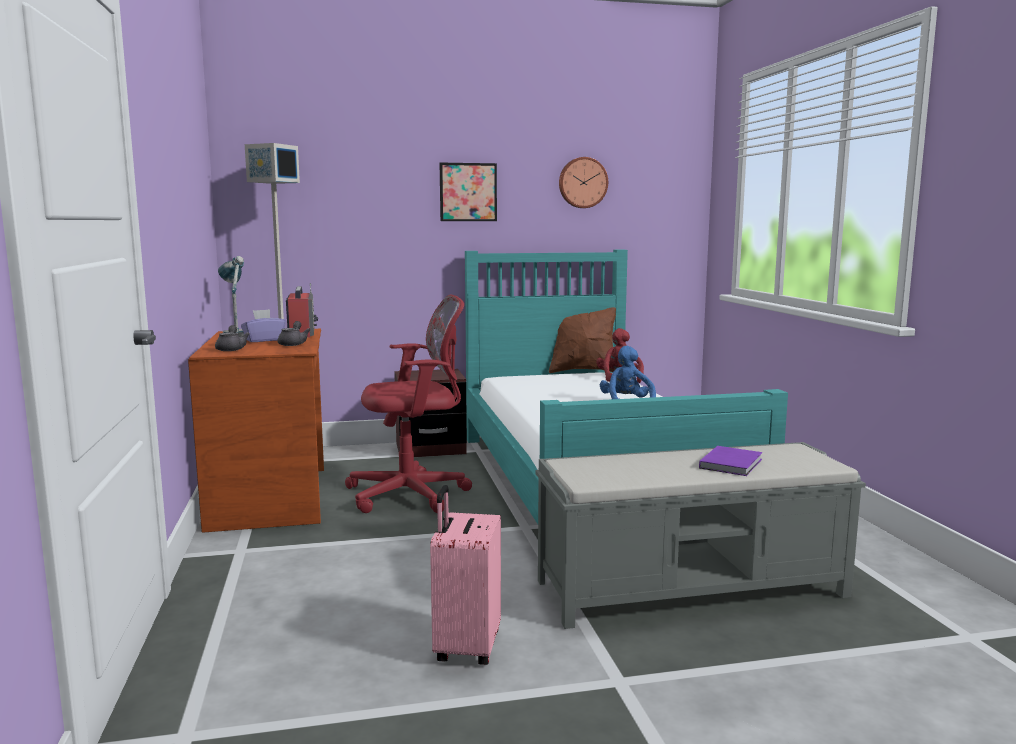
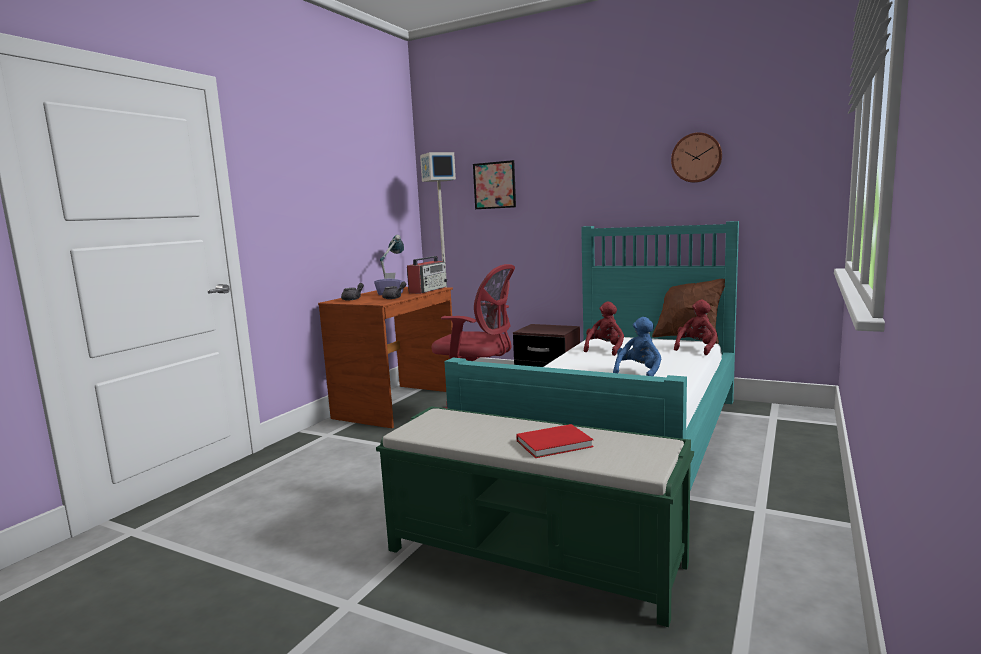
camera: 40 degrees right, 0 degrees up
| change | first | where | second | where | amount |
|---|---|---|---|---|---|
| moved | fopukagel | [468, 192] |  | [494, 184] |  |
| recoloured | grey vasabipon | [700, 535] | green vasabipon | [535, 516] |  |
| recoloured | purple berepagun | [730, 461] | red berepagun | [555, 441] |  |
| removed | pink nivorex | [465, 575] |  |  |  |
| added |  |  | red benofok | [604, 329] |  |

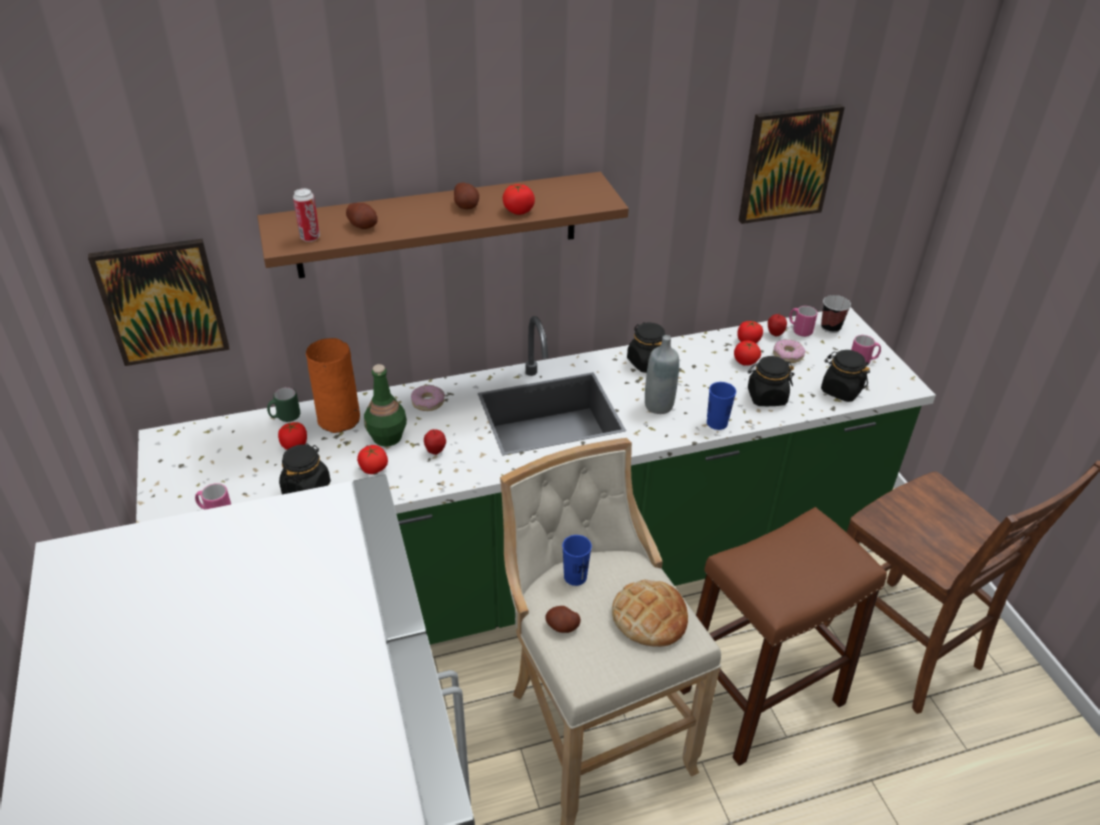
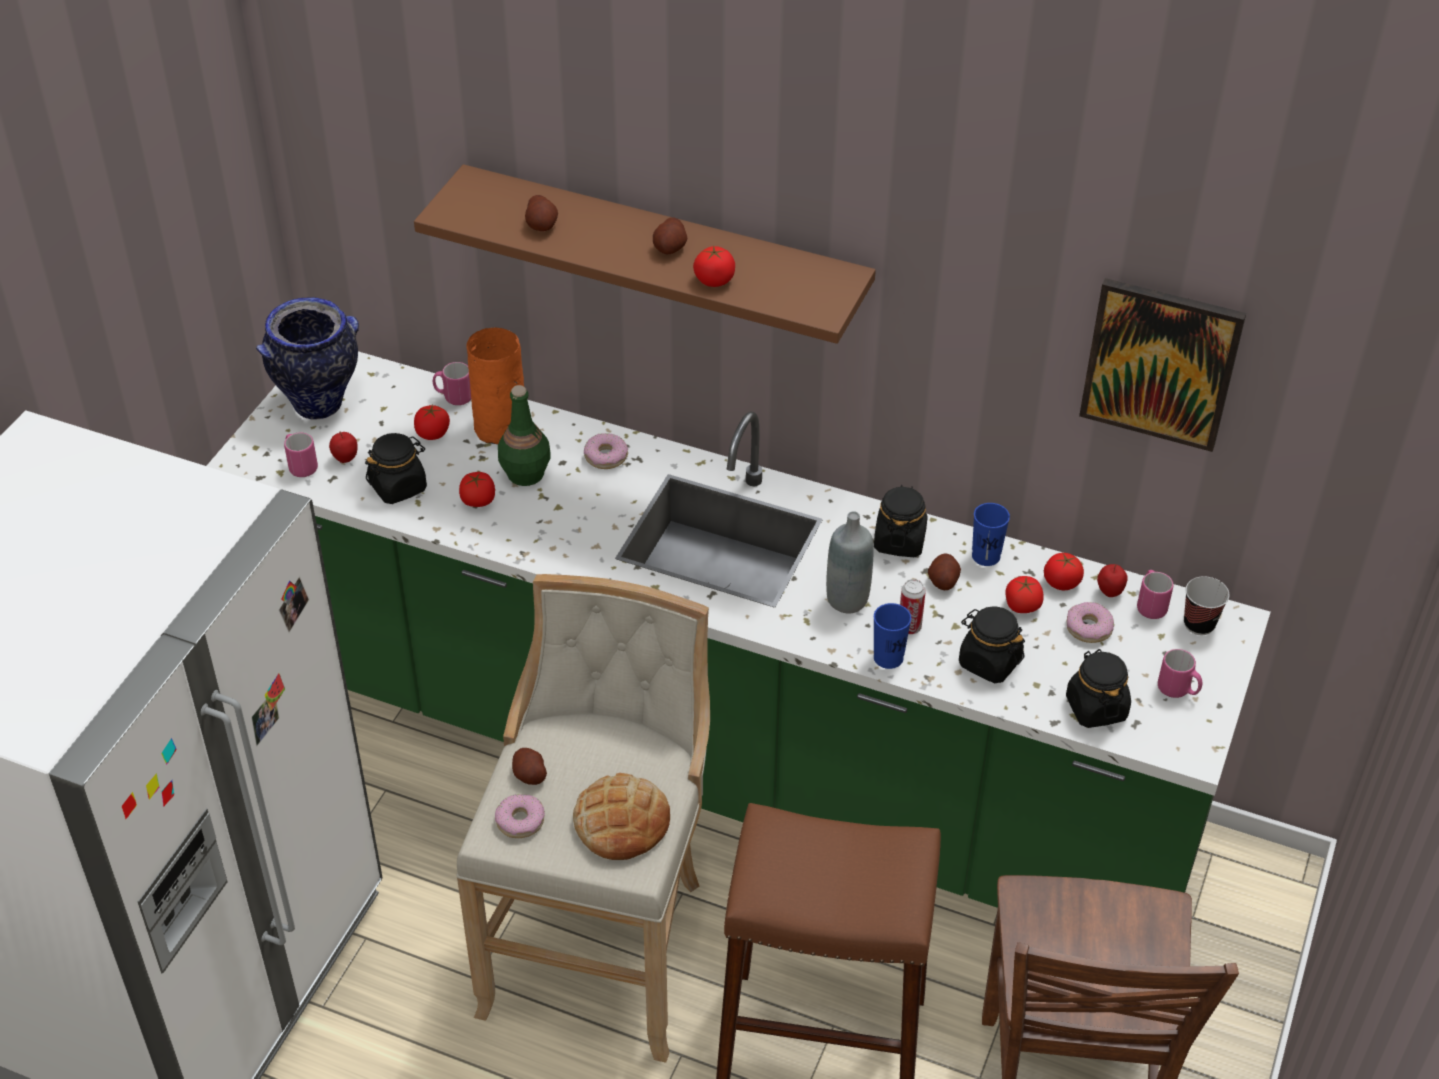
camera: 40 degrees right, 5 degrees up
| change | first | where | second | where | amount |
|---|---|---|---|---|---|
| moved | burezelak | [306, 215] |  | [913, 606] |  |
| removed | fopukagel | [158, 302] |  |  |  |
| recoloured | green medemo | [283, 404] | pink medemo | [452, 383] |  |
| moved | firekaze | [435, 442] |  | [343, 447] |  |
| moved | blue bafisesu | [577, 560] |  | [991, 534] |  |
| added |  |  | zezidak | [307, 358] |  |
| added |  |  | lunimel | [944, 571] |  |
| added |  |  | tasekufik | [520, 816] |  |

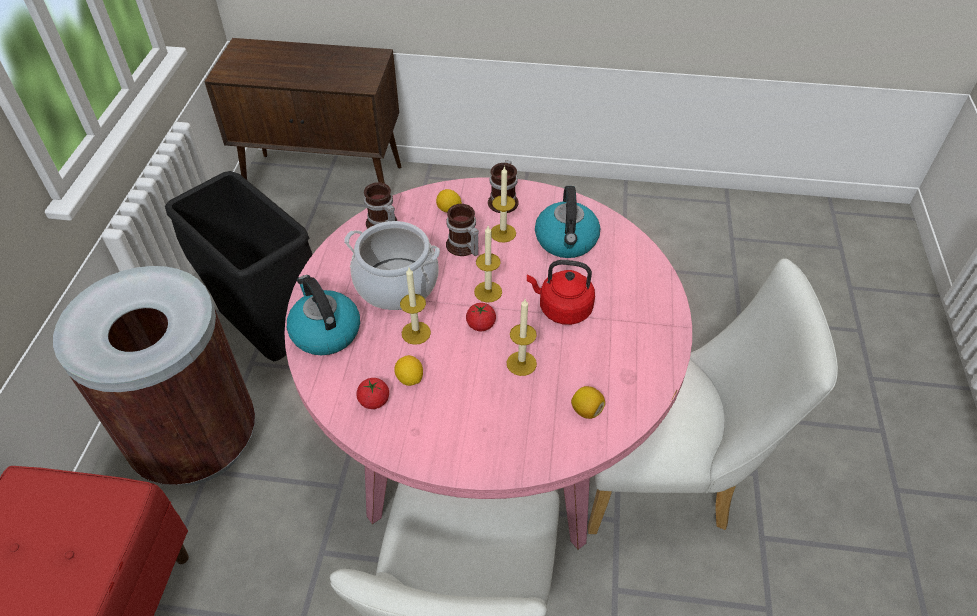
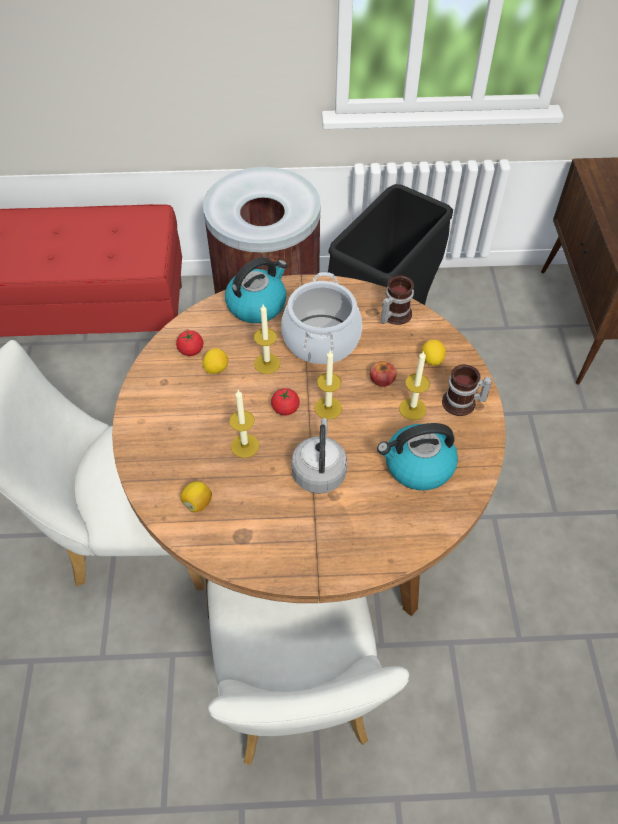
camera: 80 degrees right, 5 degrees up
| change | first | where | second | where | amount |
|---|---|---|---|---|---|
| recoloured | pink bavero | [488, 363] | brown bavero | [309, 446] |  |
| replaced | medemo | [462, 230] | firekaze | [383, 374] |  |
| recoloured | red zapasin | [561, 292] | grey zapasin | [319, 456] |  |

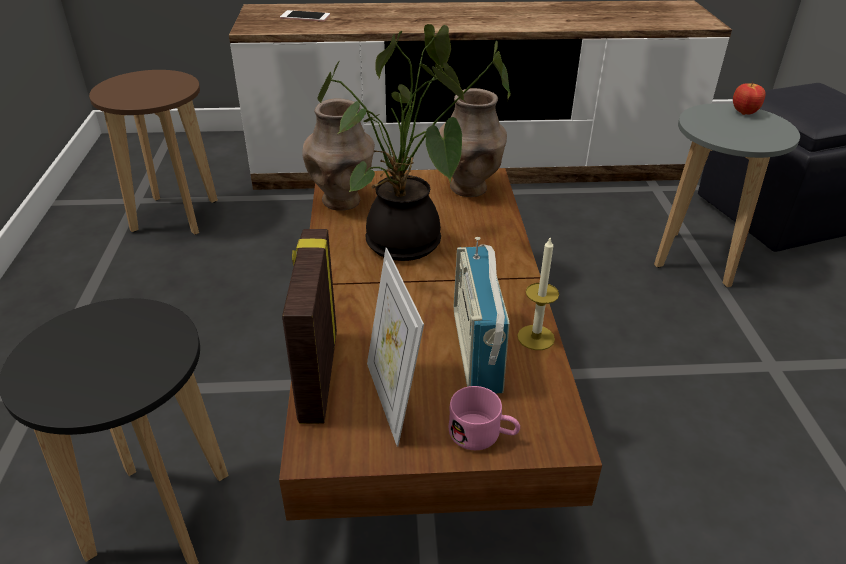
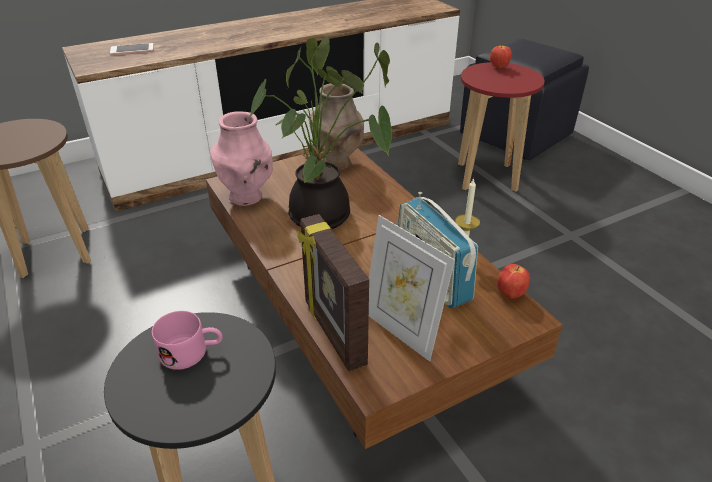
camera: 25 degrees left, 0 degrees up
| change | first | where | second | where | amount |
|---|---|---|---|---|---|
| recoloured | brown zezidak | [338, 154] | pink zezidak | [241, 158] |  |
| recoloured | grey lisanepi | [727, 195] | red lisanepi | [501, 127] |  |
| moved | pink medemo | [484, 418] |  | [187, 340] |  |
| added |  |  | firekaze | [513, 281] |  |

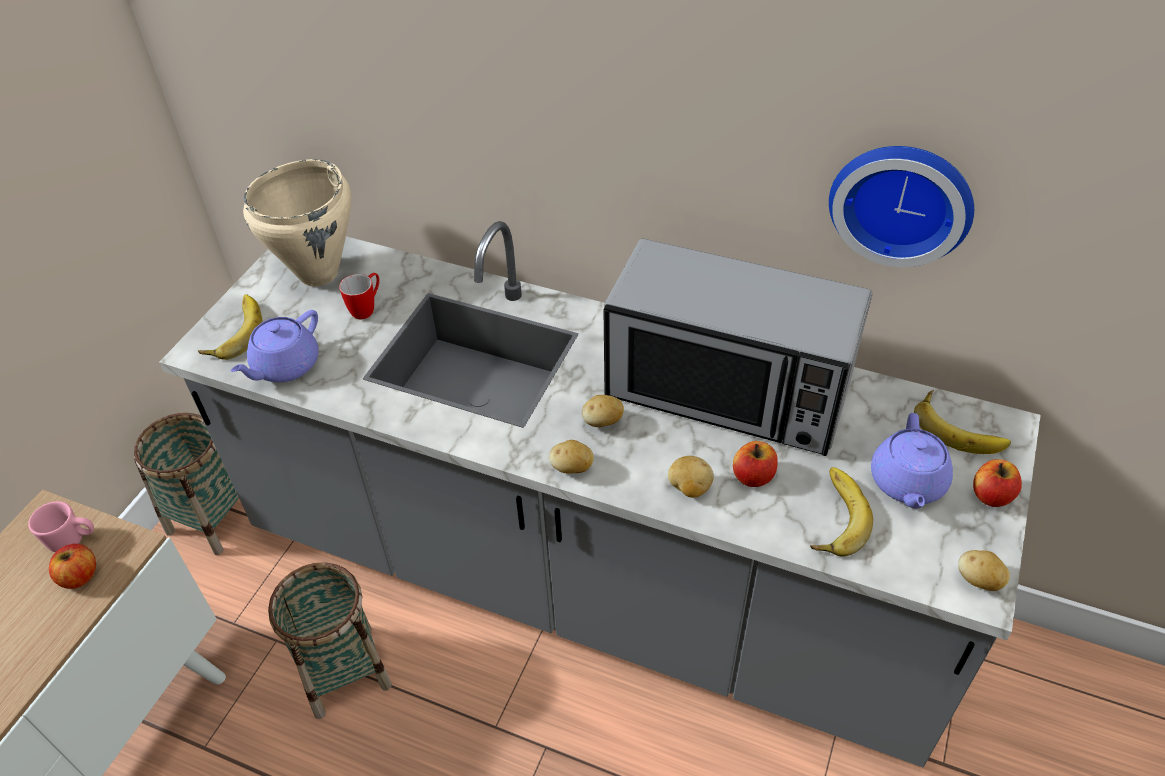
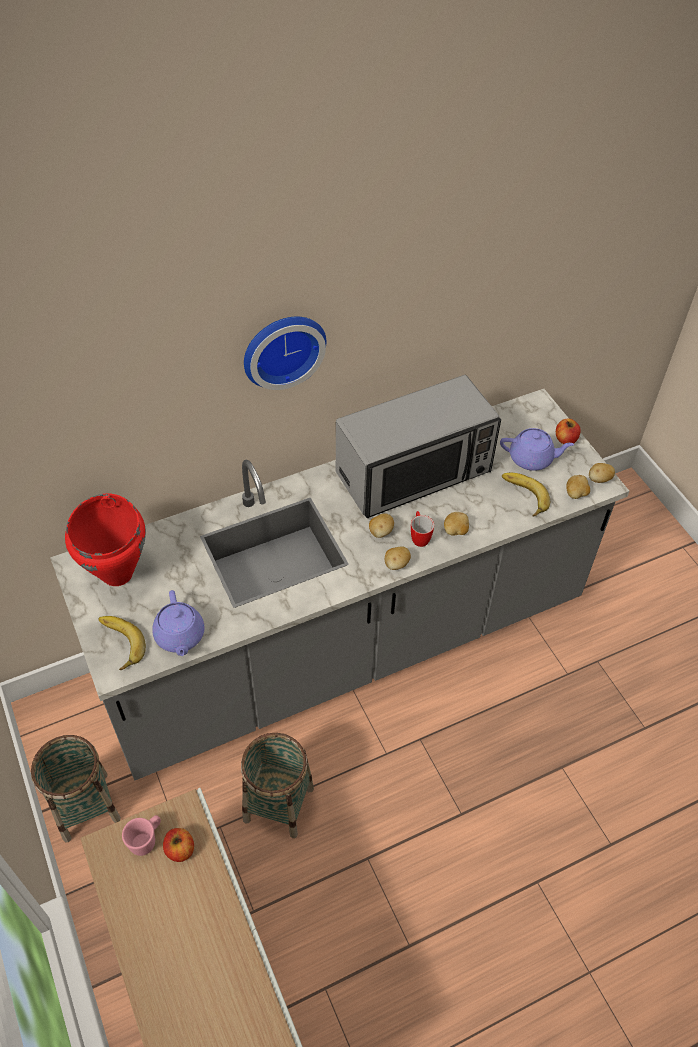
camera: 50 degrees left, 5 degrees up
| change | first | where | second | where | amount |
|---|---|---|---|---|---|
| moved | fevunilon | [901, 206] |  | [285, 353] |  |
| recoloured | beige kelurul | [297, 222] | red kelurul | [105, 539] |  |
| moved | medemo | [359, 296] |  | [422, 529] |  |
| removed | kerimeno | [962, 422] |  |  |  |
| turned | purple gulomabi | [912, 461] |  | [537, 449] | 45 degrees counterclockwise |
| removed | firekaze | [755, 464] |  |  |  |
| added |  |  | lunimel | [578, 487] |  |

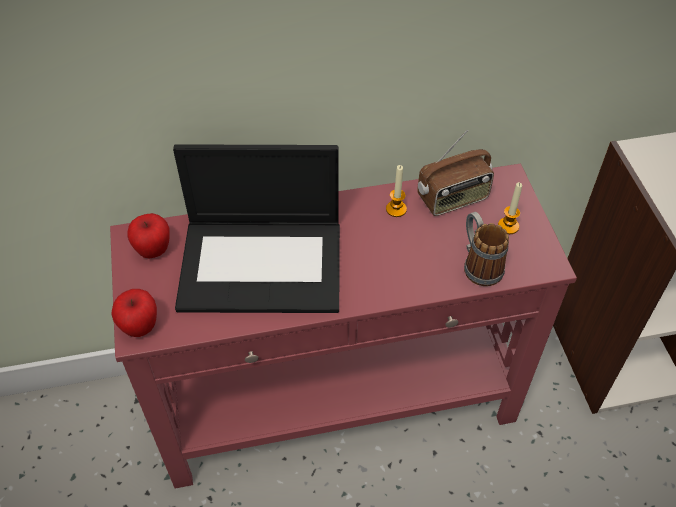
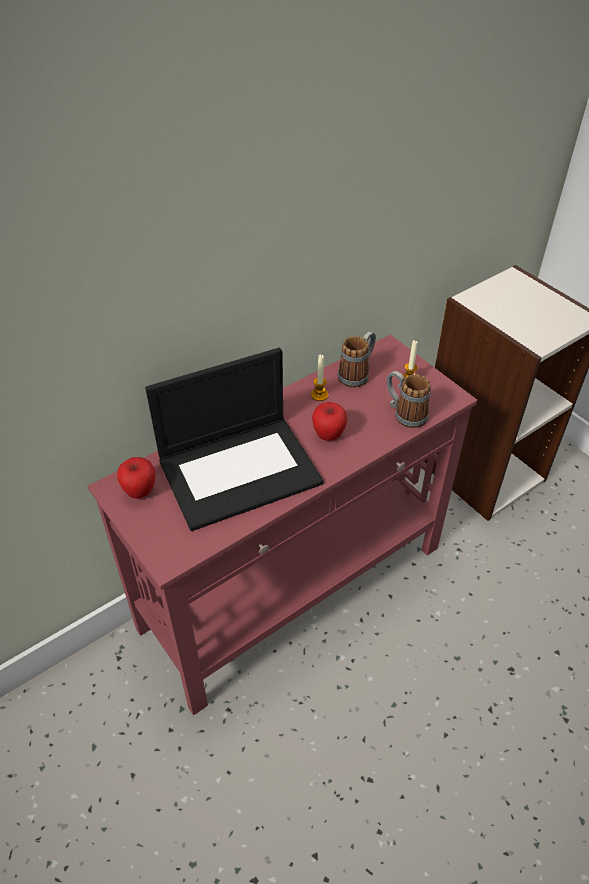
camera: 25 degrees left, 5 degrees down
| change | first | where | second | where | amount |
|---|---|---|---|---|---|
| replaced | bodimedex | [455, 173] | medemo | [357, 359] |  |
| moved | firekaze | [134, 313] |  | [329, 421] |  |

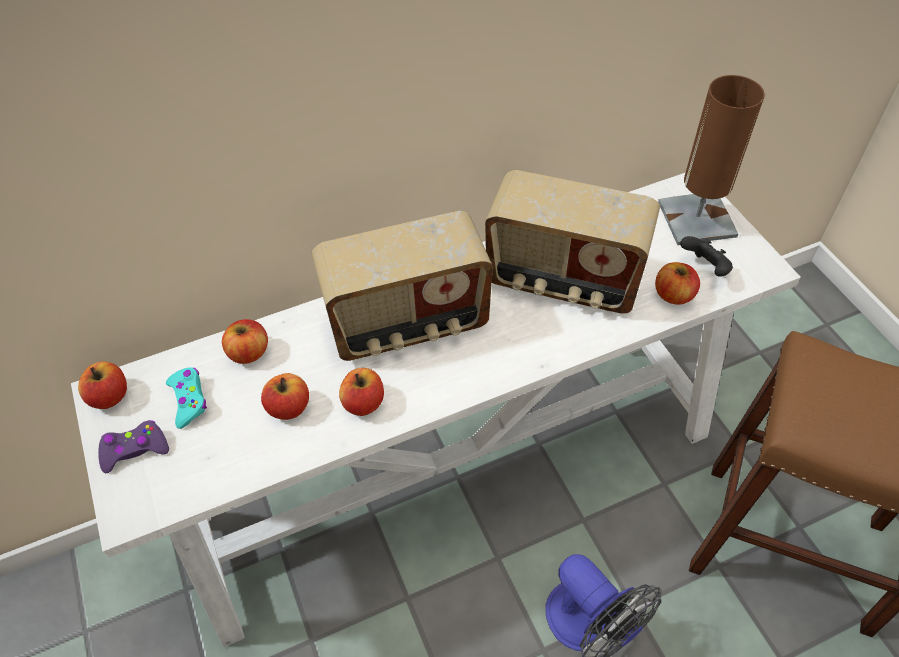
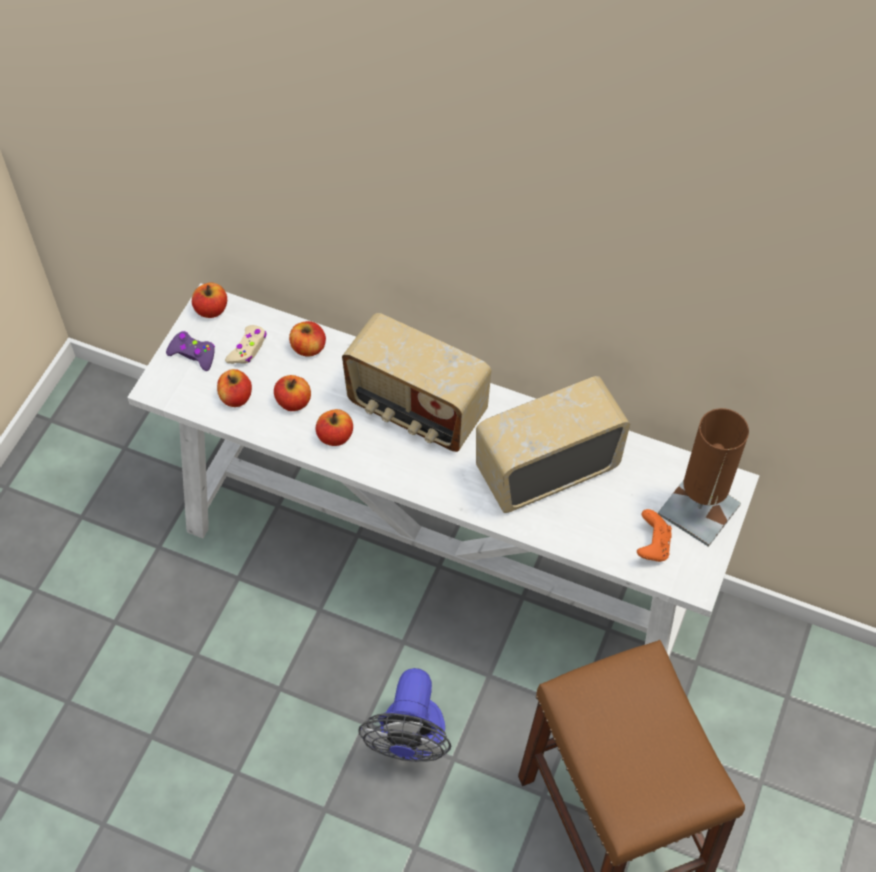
camera: 45 degrees right, 5 degrees up
| change | first | where | second | where | amount |
|---|---|---|---|---|---|
| turned | bodimedex | [572, 242] |  | [553, 444] | 90 degrees clockwise |
| recoloured | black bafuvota | [706, 256] | orange bafuvota | [654, 535] |  |
| moved | firekaze | [677, 283] |  | [234, 388] |  |
| recoloured | turquoise bafuvota | [186, 398] | beige bafuvota | [246, 344] |  |

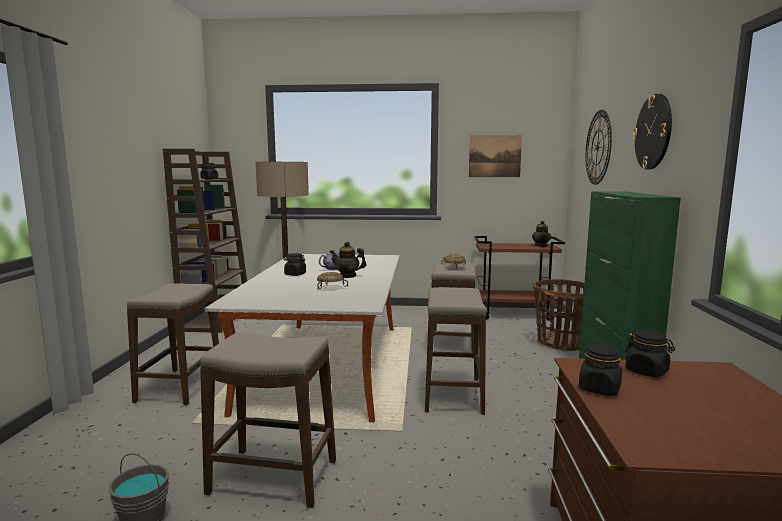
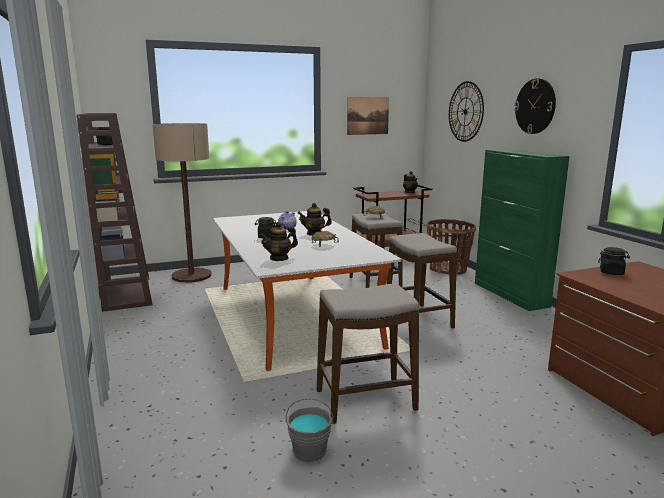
camera: 25 degrees left, 5 degrees up
| change | first | where | second | where | amount |
|---|---|---|---|---|---|
| removed | lisanepi | [173, 344] |  |  |  |
| removed | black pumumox | [600, 369] |  |  |  |
| added |  |  | gulomabi | [278, 241] |  |

